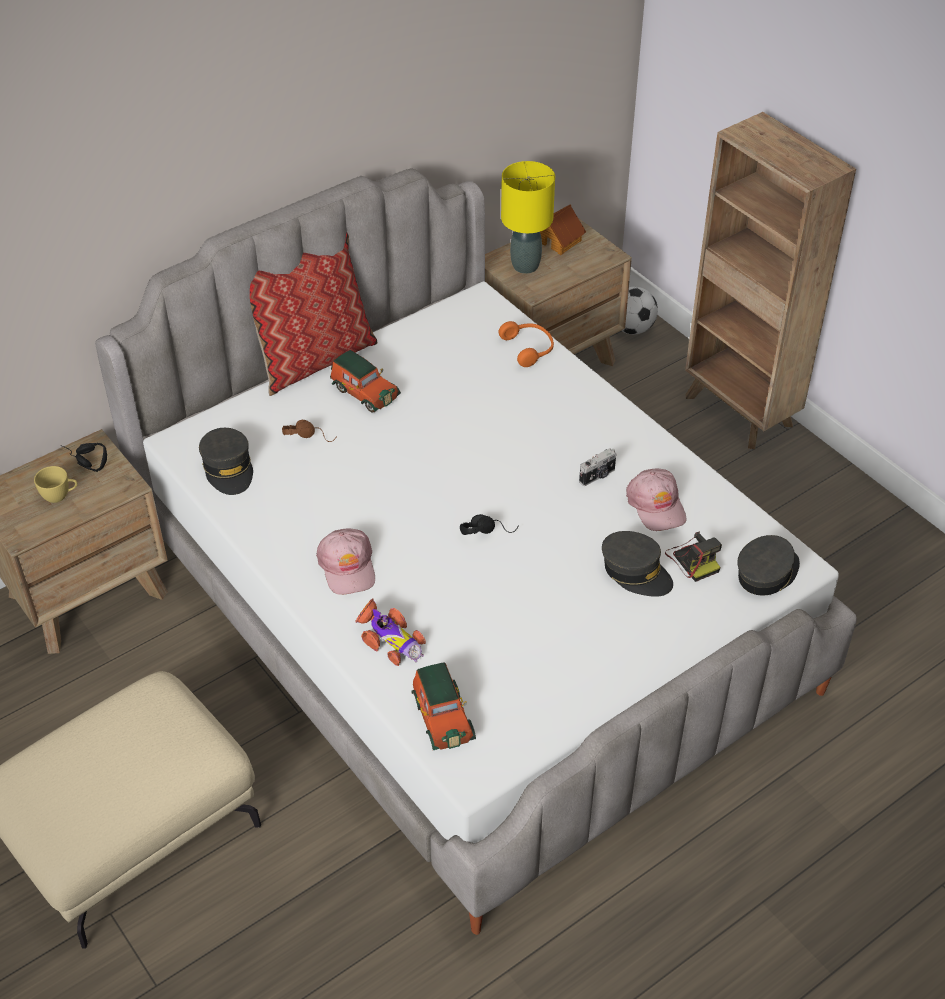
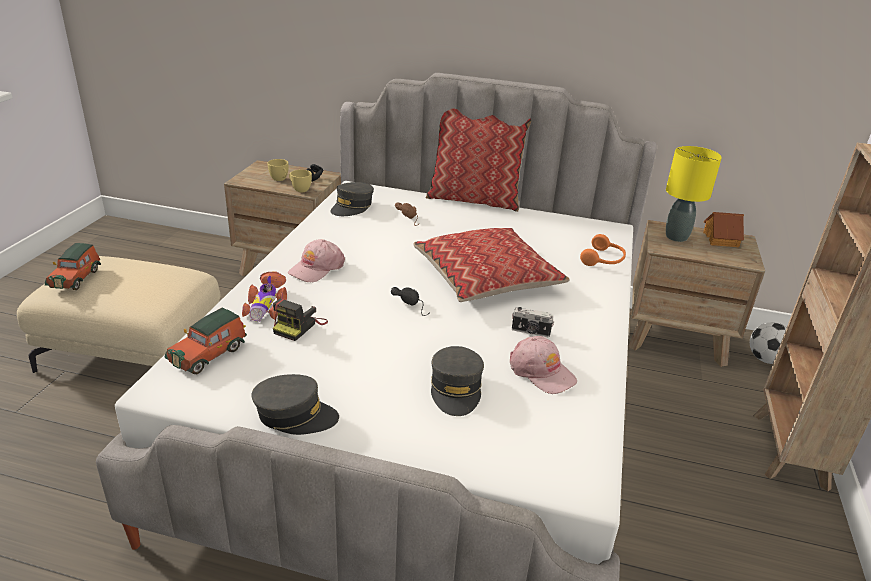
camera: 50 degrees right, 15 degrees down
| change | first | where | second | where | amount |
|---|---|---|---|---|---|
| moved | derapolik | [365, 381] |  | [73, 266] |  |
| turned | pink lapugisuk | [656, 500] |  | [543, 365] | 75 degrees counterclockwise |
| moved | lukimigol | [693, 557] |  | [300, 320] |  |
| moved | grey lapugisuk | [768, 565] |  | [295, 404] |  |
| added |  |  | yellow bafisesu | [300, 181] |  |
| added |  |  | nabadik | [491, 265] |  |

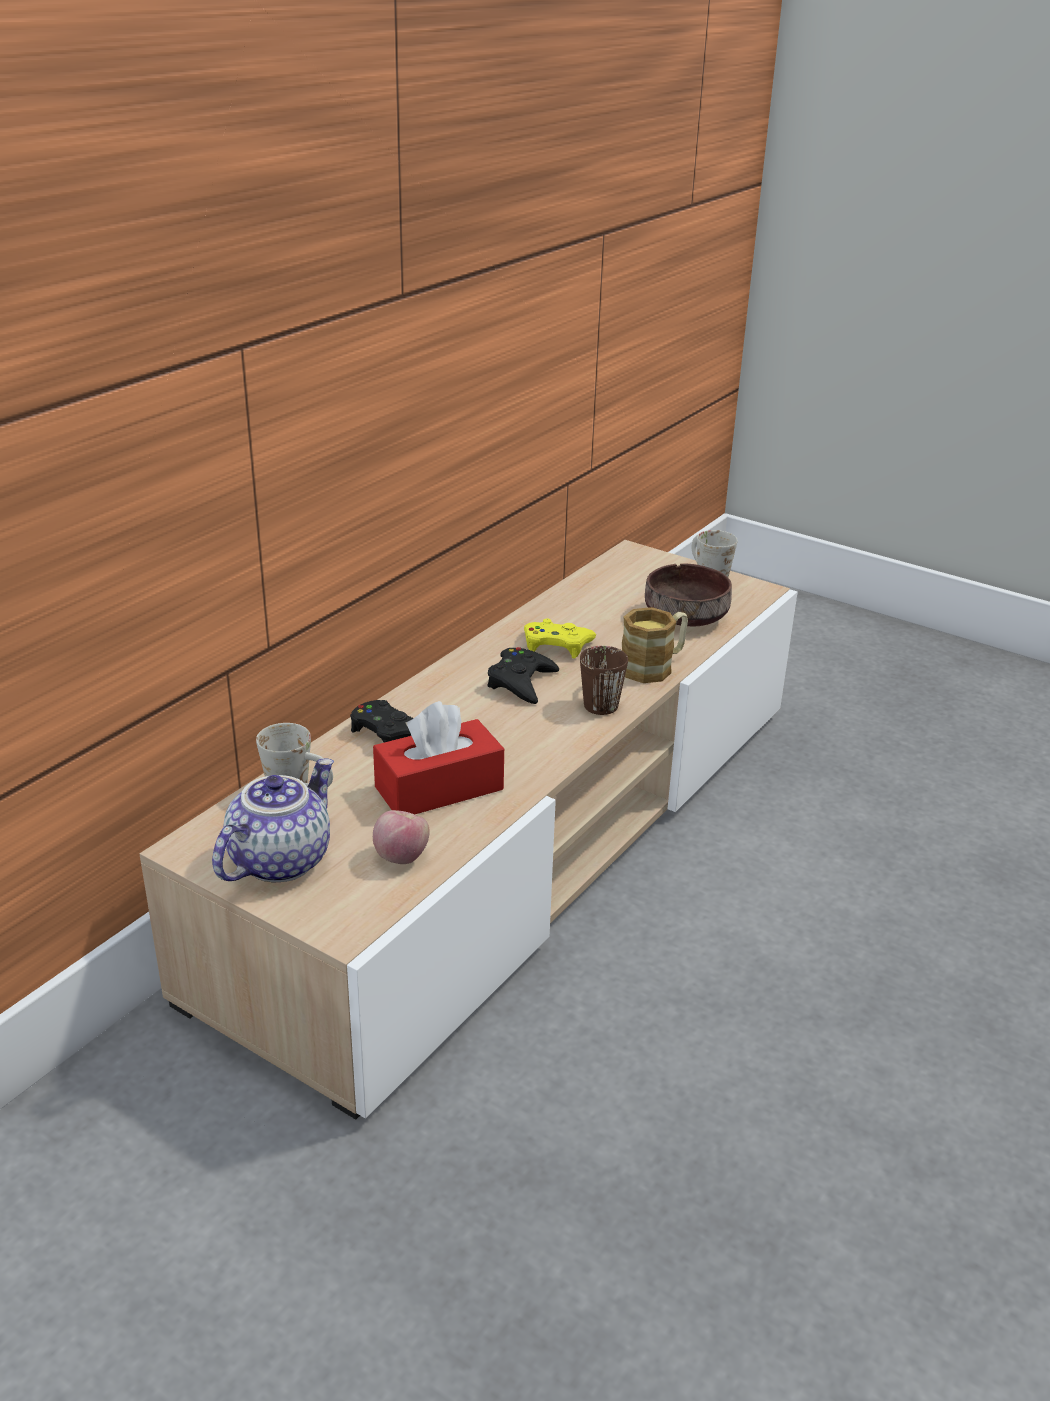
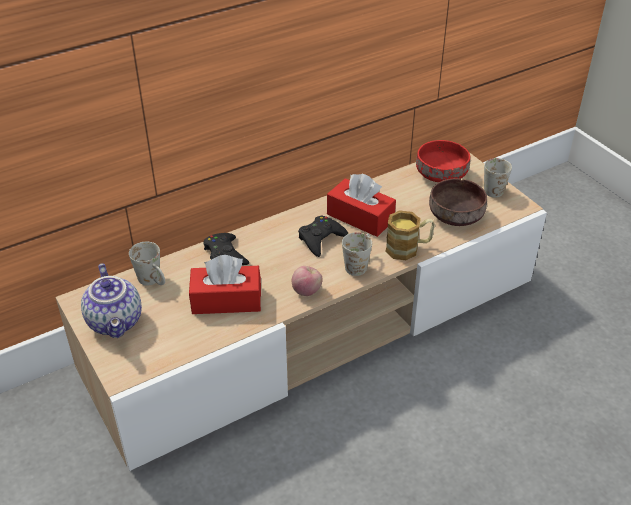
camera: 25 degrees right, 10 degrees up
| change | first | where | second | where | amount |
|---|---|---|---|---|---|
| replaced | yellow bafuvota | [560, 638] | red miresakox | [361, 205] |  |
| recoloured | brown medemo | [604, 680] | white medemo | [357, 254] |  |
| turned | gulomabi | [273, 820] |  | [111, 300] | 105 degrees clockwise |
| moved | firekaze | [401, 837] |  | [307, 281] |  |
| added |  |  | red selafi | [443, 161] |  |

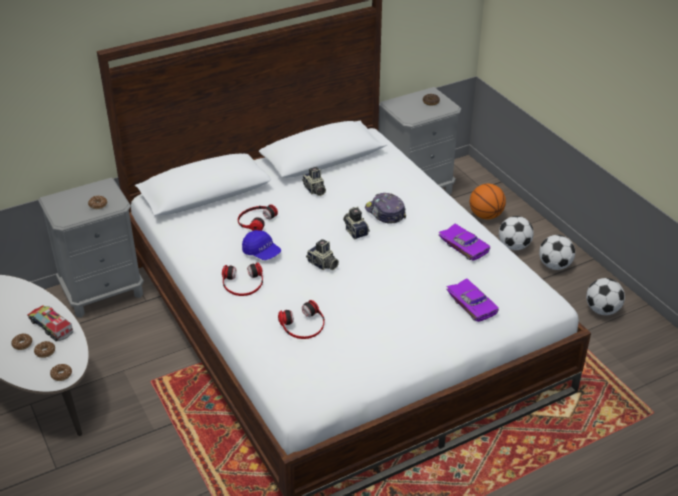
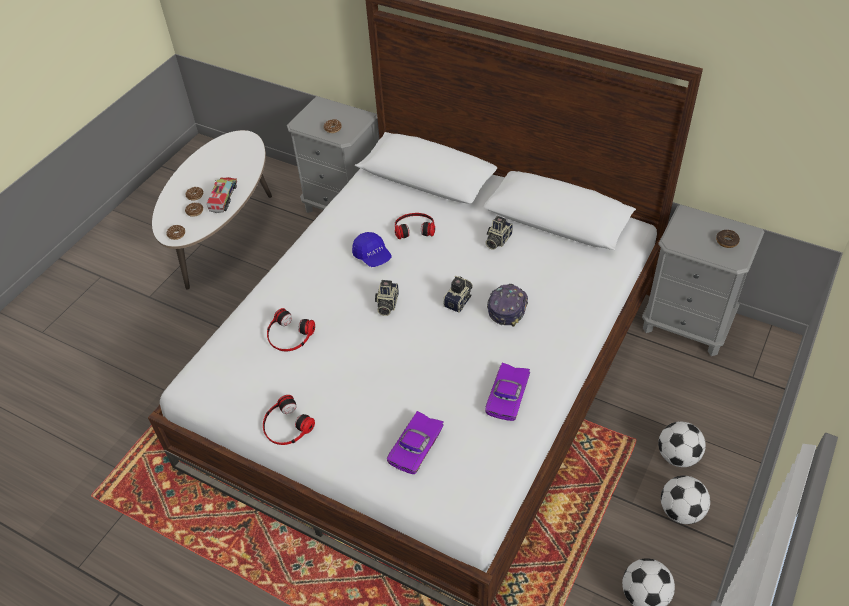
camera: 60 degrees right, 10 degrees up
| change | first | where | second | where | amount |
|---|---|---|---|---|---|
| removed | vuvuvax | [488, 201] |  |  |  |
| turned | blue lapugisuk | [261, 245] |  | [372, 249] | 45 degrees counterclockwise |
| moved | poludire | [242, 279] |  | [289, 420] |  |

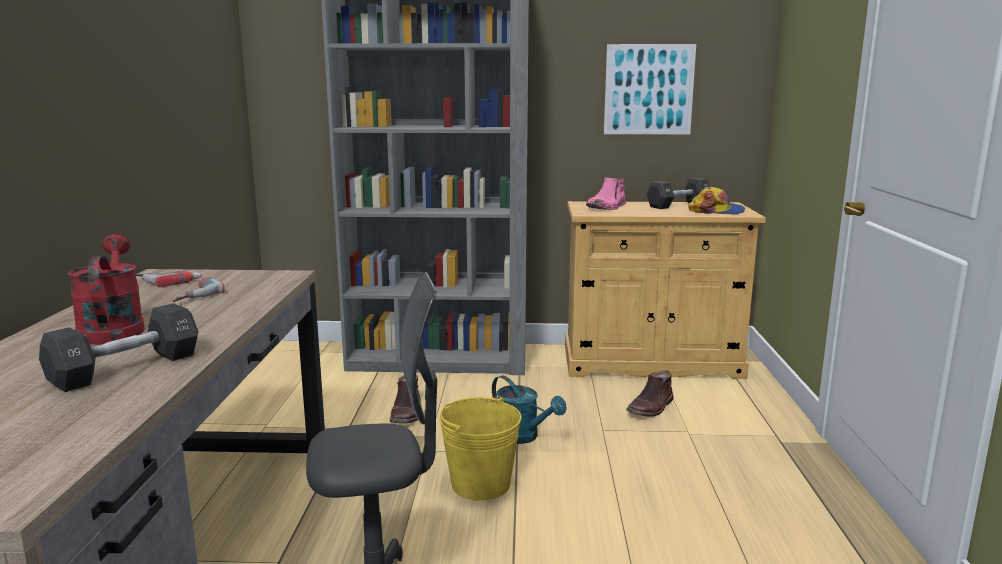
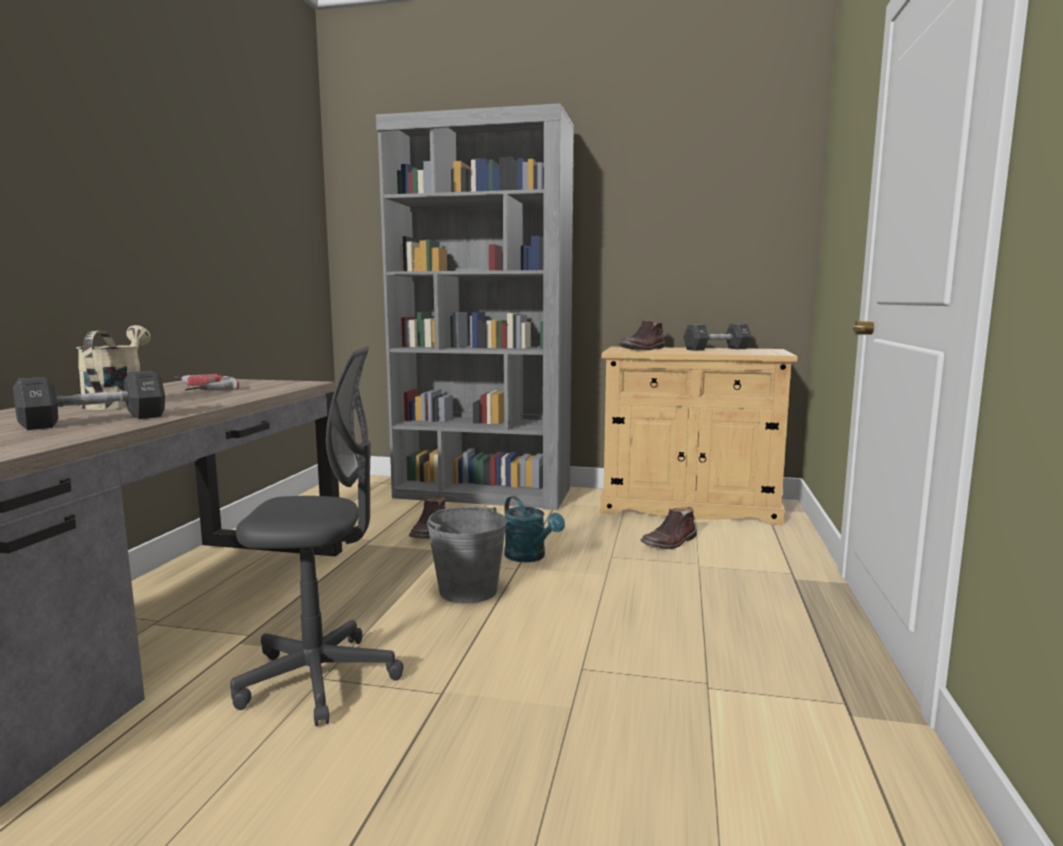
camera: 10 degrees right, 5 degrees down
| change | first | where | second | where | amount |
|---|---|---|---|---|---|
| removed | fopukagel | [650, 89] |  |  |  |
| recoloured | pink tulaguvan | [606, 193] | brown tulaguvan | [642, 335] |  |
| removed | lapugisuk | [716, 200] |  |  |  |
| recoloured | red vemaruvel | [106, 289] | beige vemaruvel | [113, 367] |  |
| recoloured | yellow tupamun | [480, 449] | grey tupamun | [467, 555] |  |

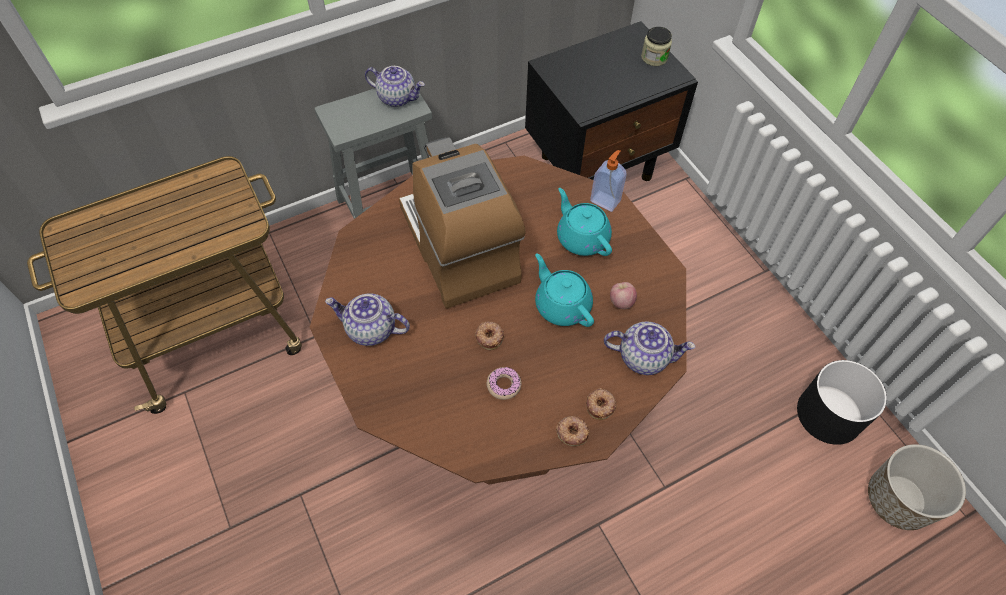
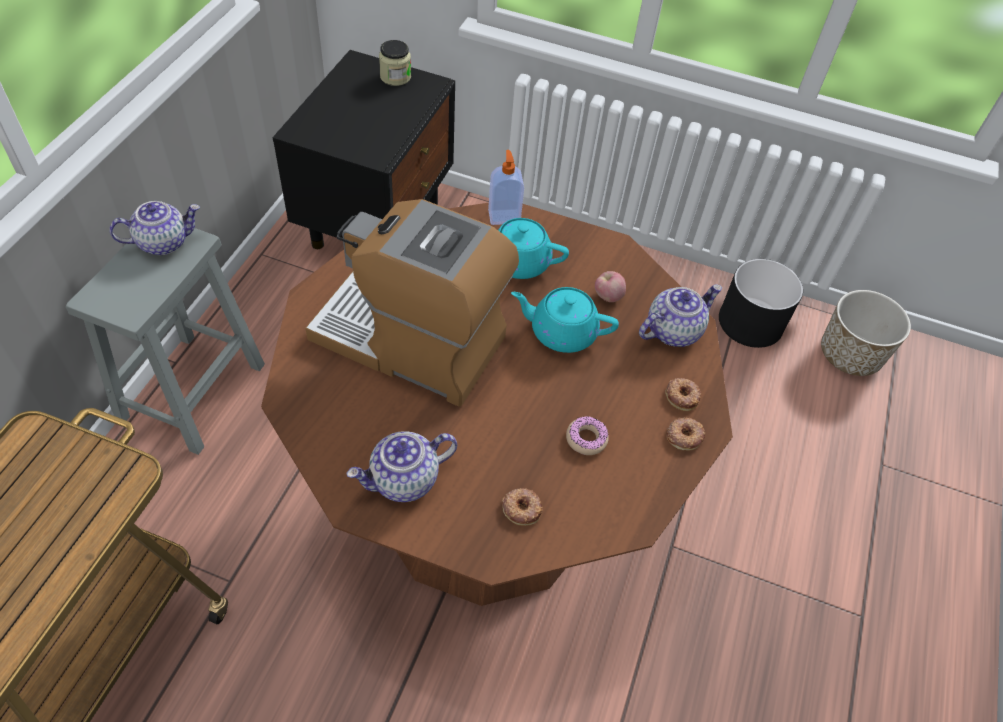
camera: 45 degrees left, 5 degrees down
| change | first | where | second | where | amount |
|---|---|---|---|---|---|
| moved | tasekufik | [489, 336] |  | [522, 507] |  |

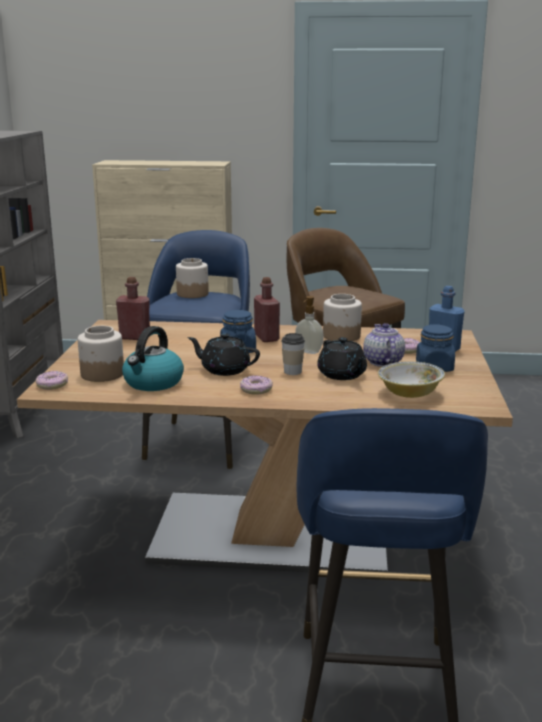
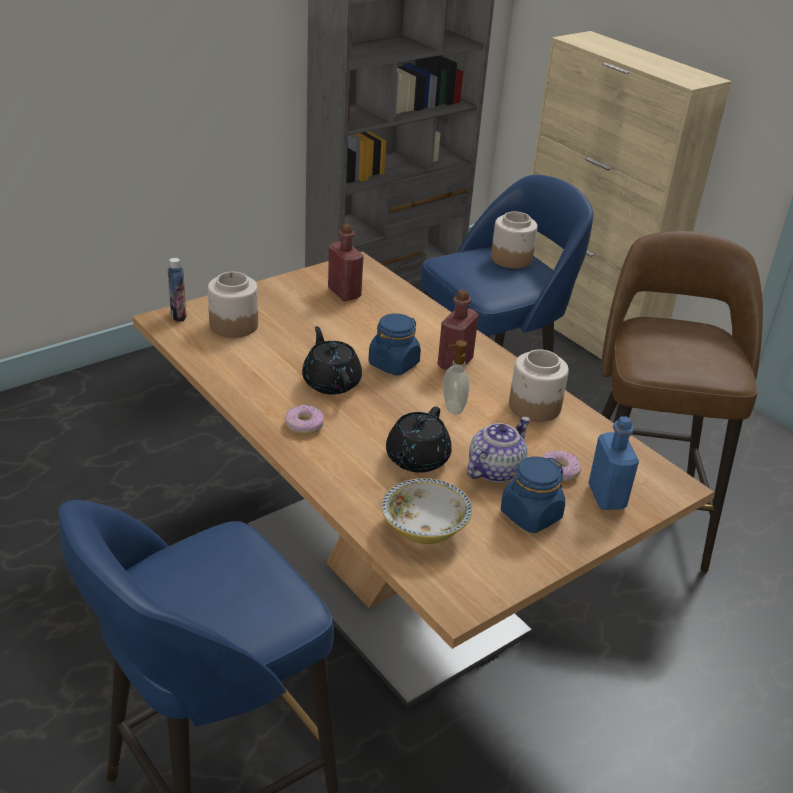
camera: 45 degrees right, 15 degrees up
| change | first | where | second | where | amount |
|---|---|---|---|---|---|
| removed | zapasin | [153, 358] |  |  |  |
| removed | bafisesu | [293, 354] |  |  |  |
| replaced | tasekufik | [51, 380] | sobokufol | [177, 290] |  |

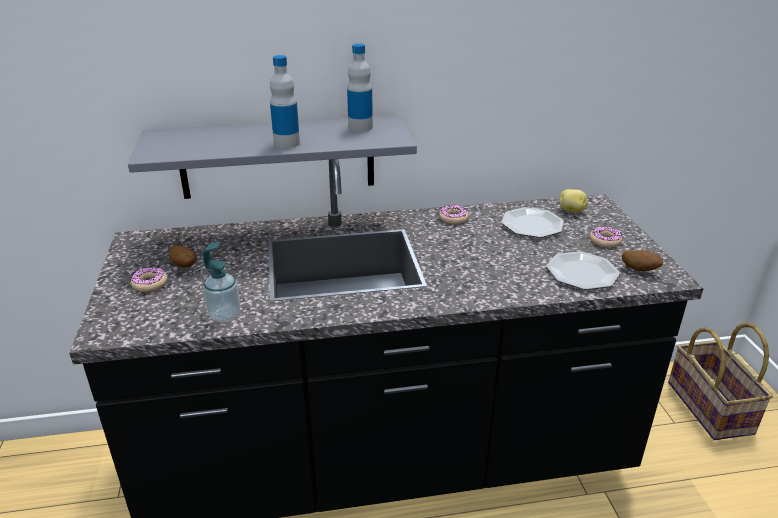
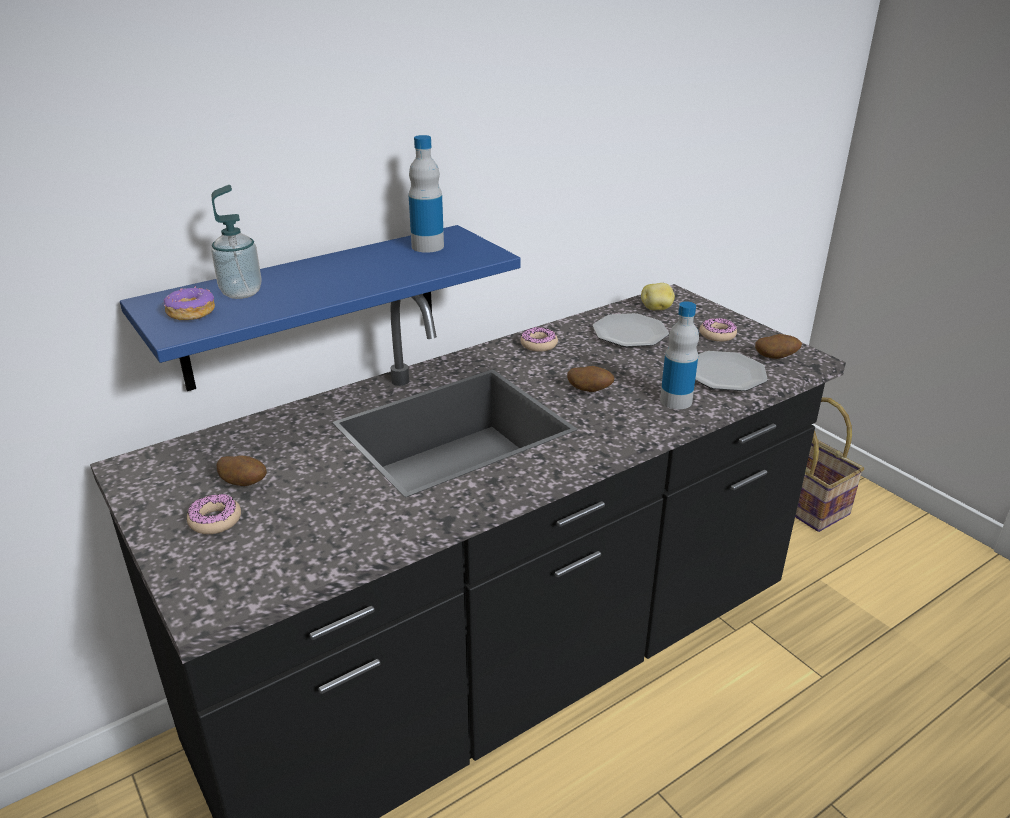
camera: 25 degrees left, 0 degrees up
| change | first | where | second | where | amount |
|---|---|---|---|---|---|
| moved | sobokufol | [285, 101] |  | [679, 355] |  |
| recoloured | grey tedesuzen | [272, 157] | blue tedesuzen | [320, 308] |  |
| moved | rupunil | [221, 281] |  | [236, 242] |  |
| added |  |  | tasekufik | [189, 303] |  |
| added |  |  | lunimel | [590, 379] |  |

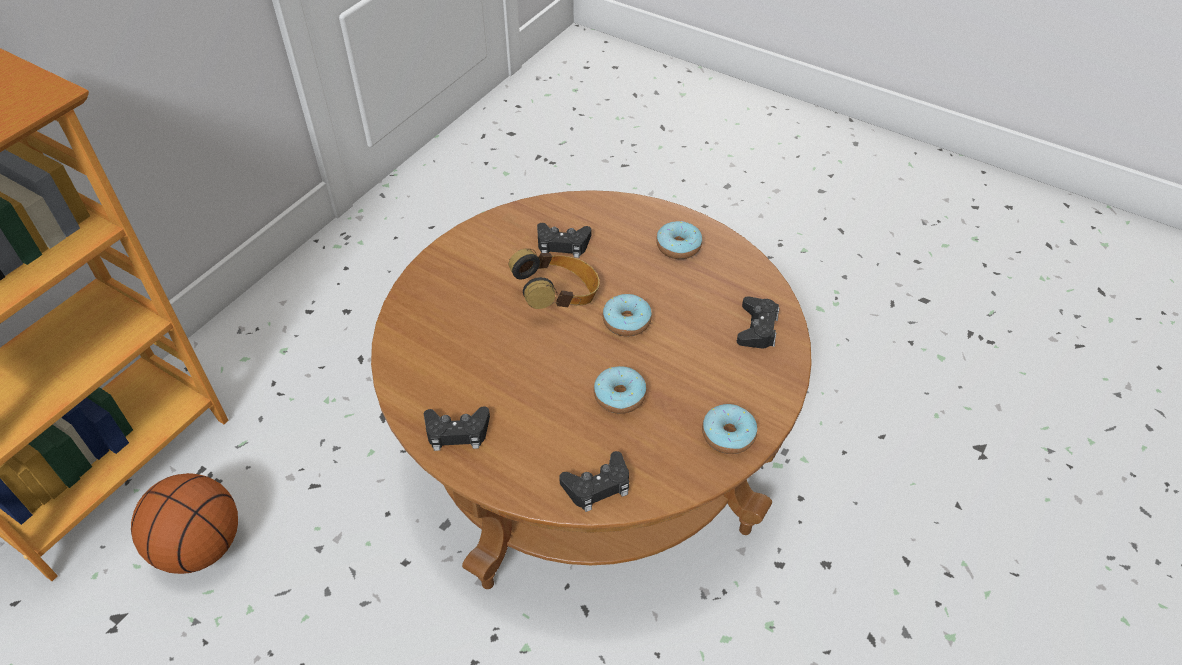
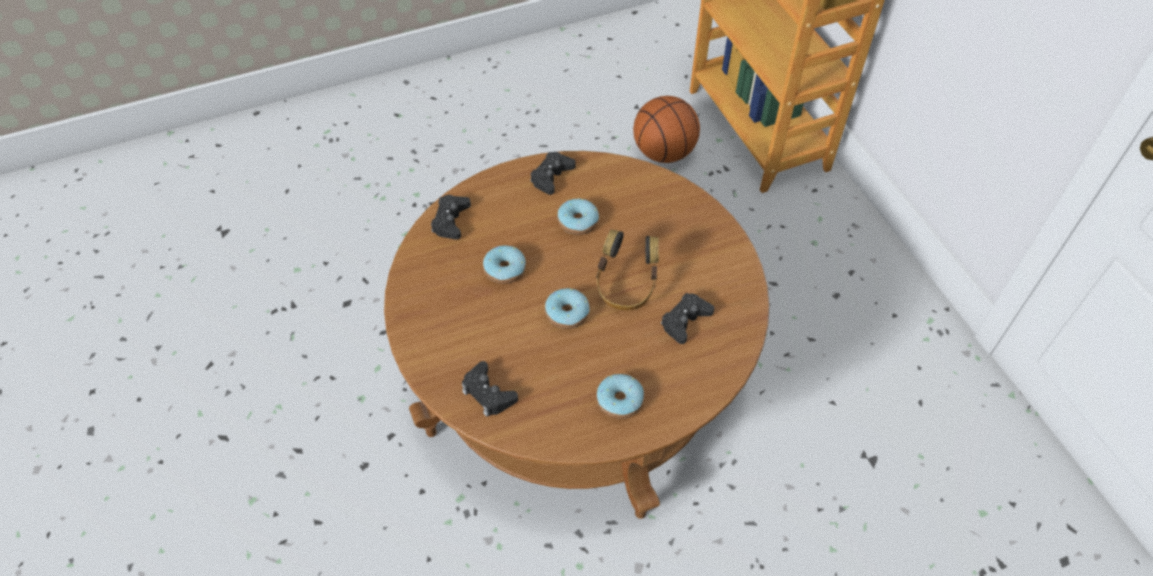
camera: 125 degrees right, 5 degrees up
| change | first | where | second | where | amount |
|---|---|---|---|---|---|
| moved | tasekufik | [729, 429] |  | [578, 217] |  |

